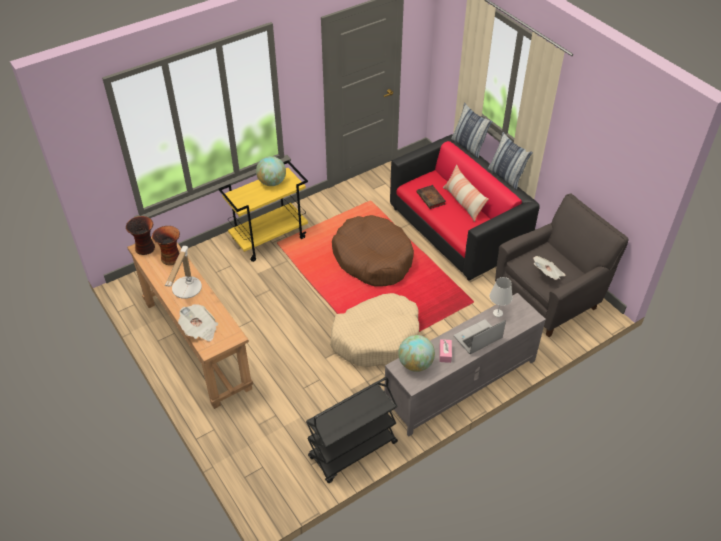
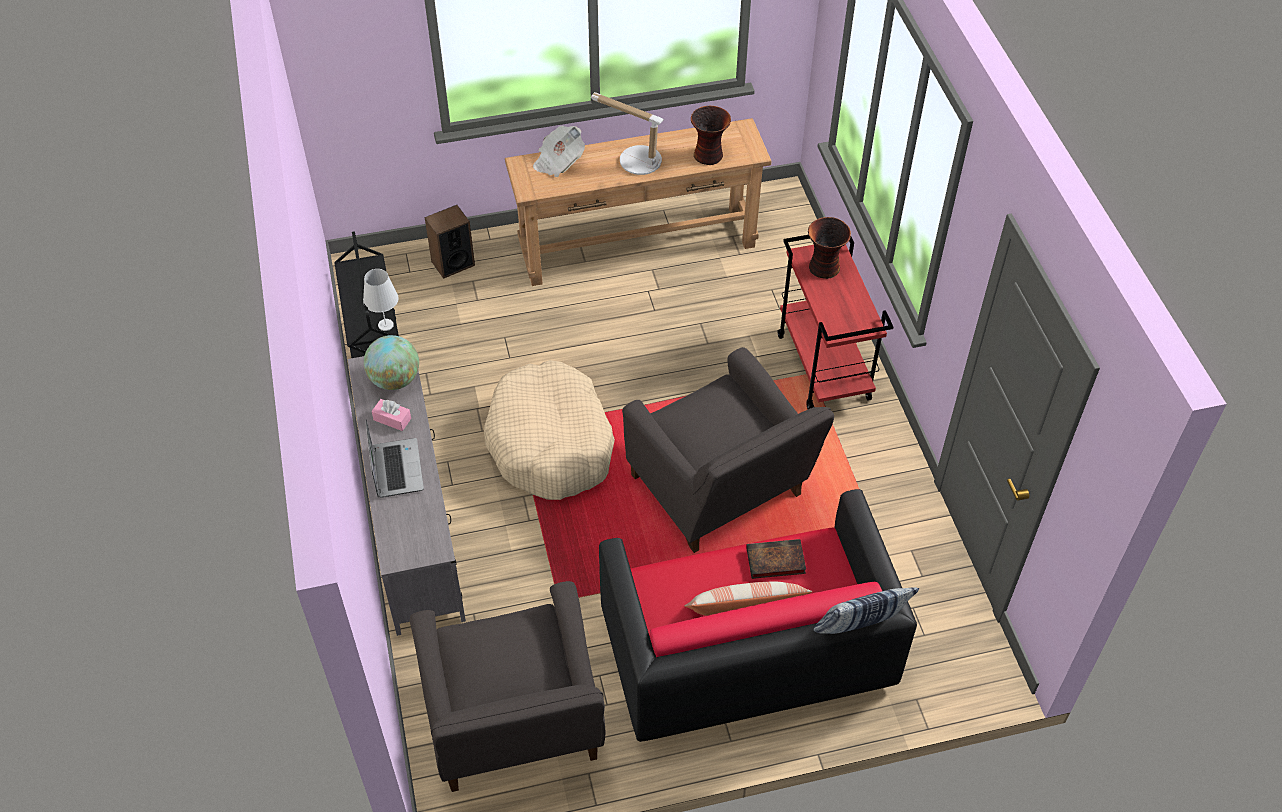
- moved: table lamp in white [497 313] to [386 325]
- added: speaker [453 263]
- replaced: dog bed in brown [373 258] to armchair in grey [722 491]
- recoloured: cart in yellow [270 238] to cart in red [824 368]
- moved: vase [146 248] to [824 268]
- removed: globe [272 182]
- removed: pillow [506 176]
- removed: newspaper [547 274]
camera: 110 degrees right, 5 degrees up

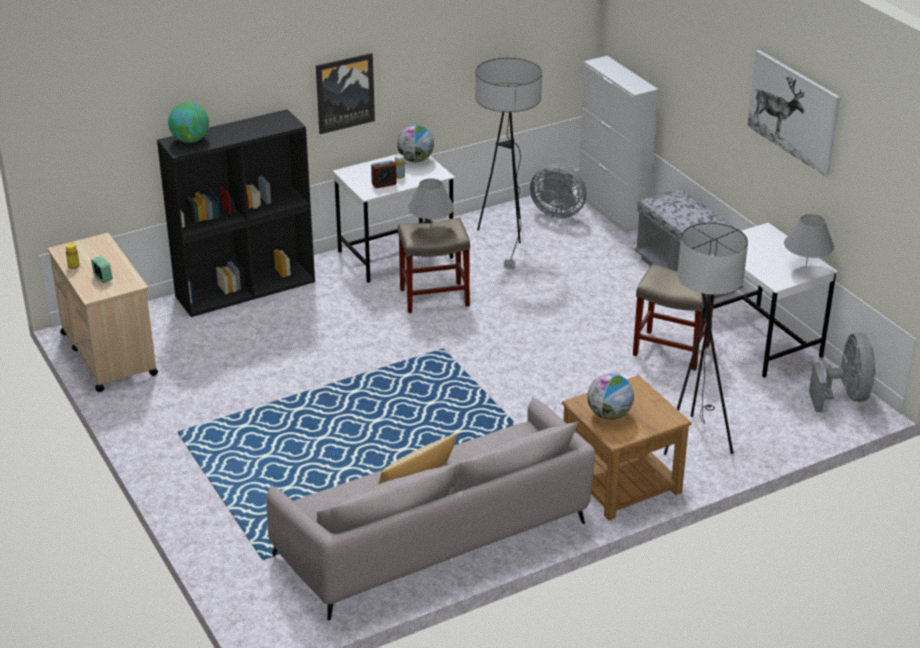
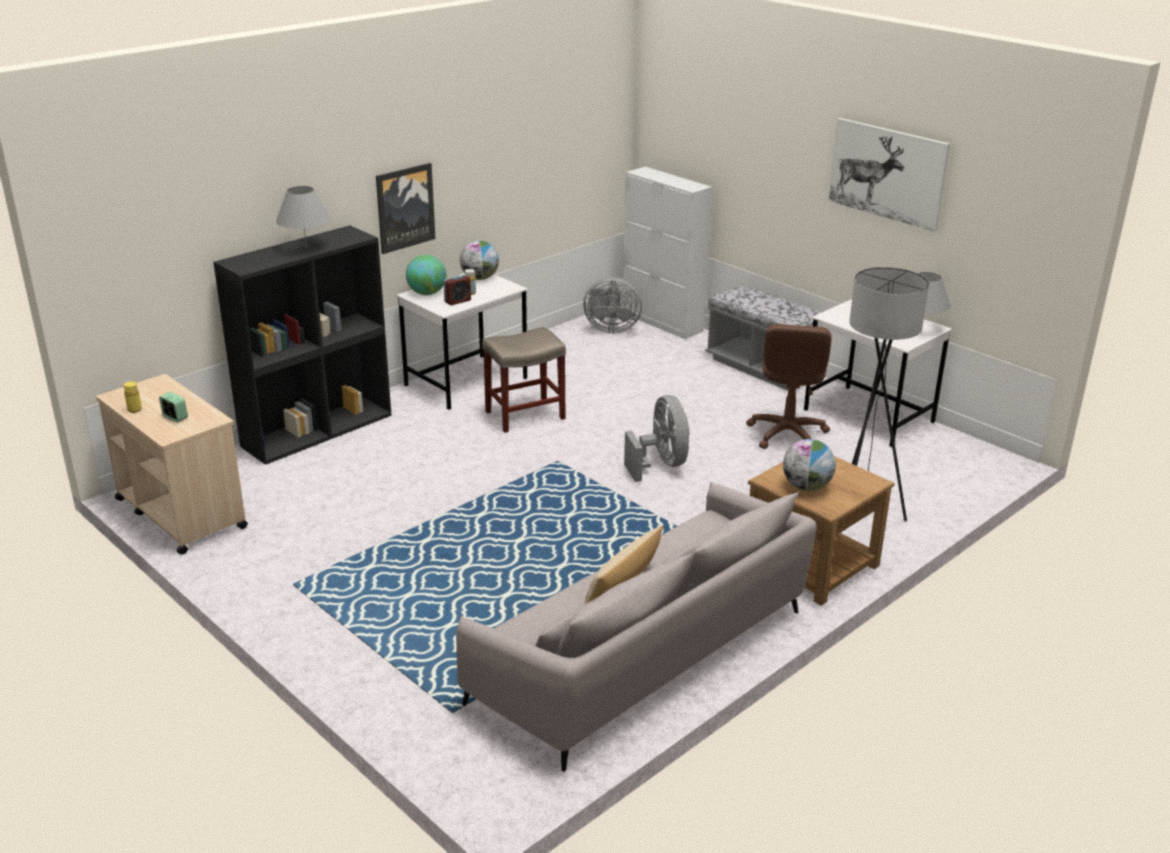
- moved: table lamp in grey [431 229] to [306 247]
- moved: globe [190 140] to [427 293]
- moved: fan in grey [845 396] to [661 464]
- replaced: stool in beige [670 350] to office chair in brown [787 434]
- removed: floor lamp [506 236]
camera: 15 degrees left, 5 degrees down

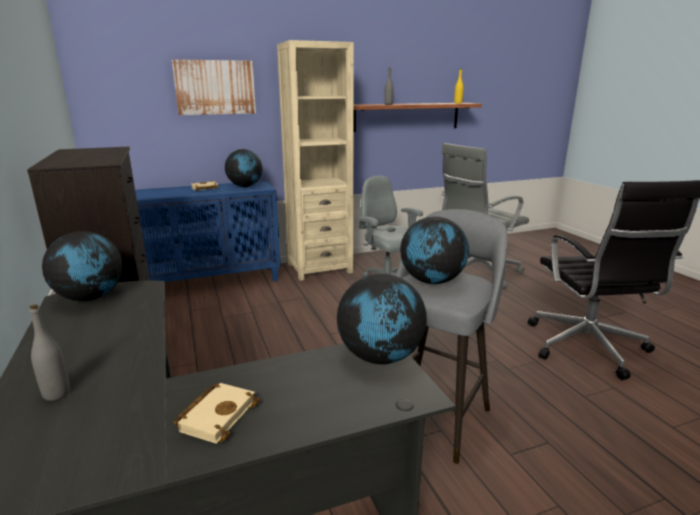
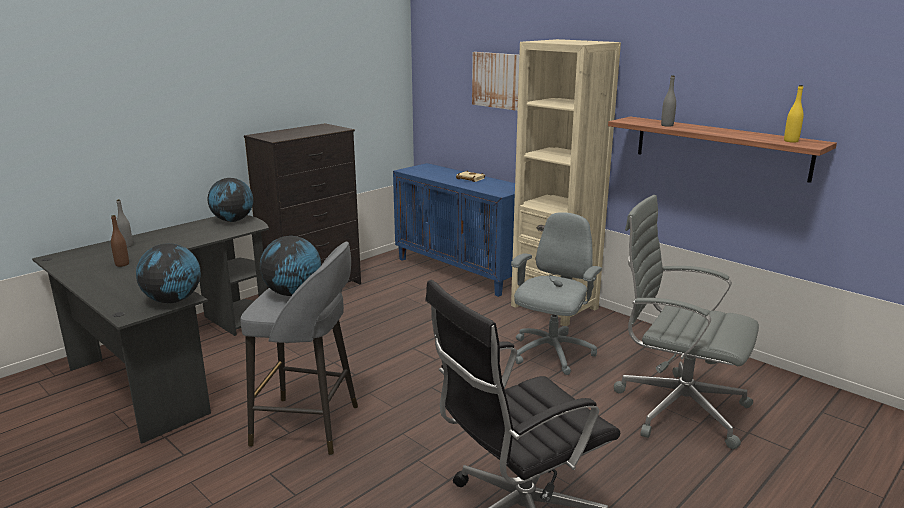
- added: bottle in brown [122 264]
- removed: book in beige [217 415]
- removed: globe [245 186]
camera: 65 degrees right, 0 degrees up

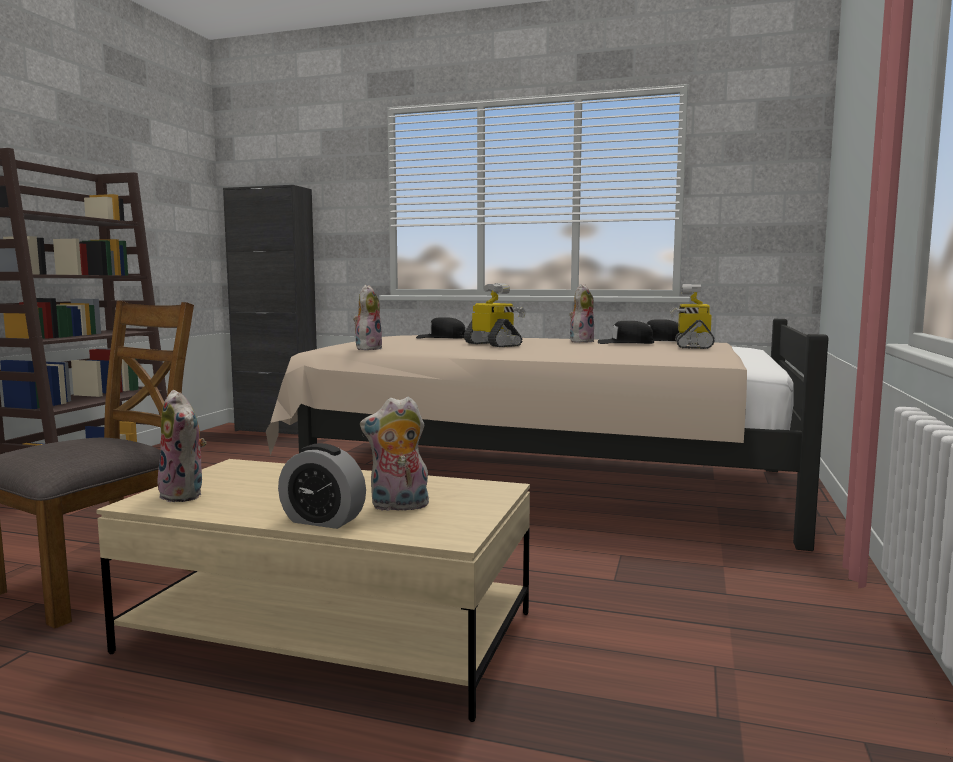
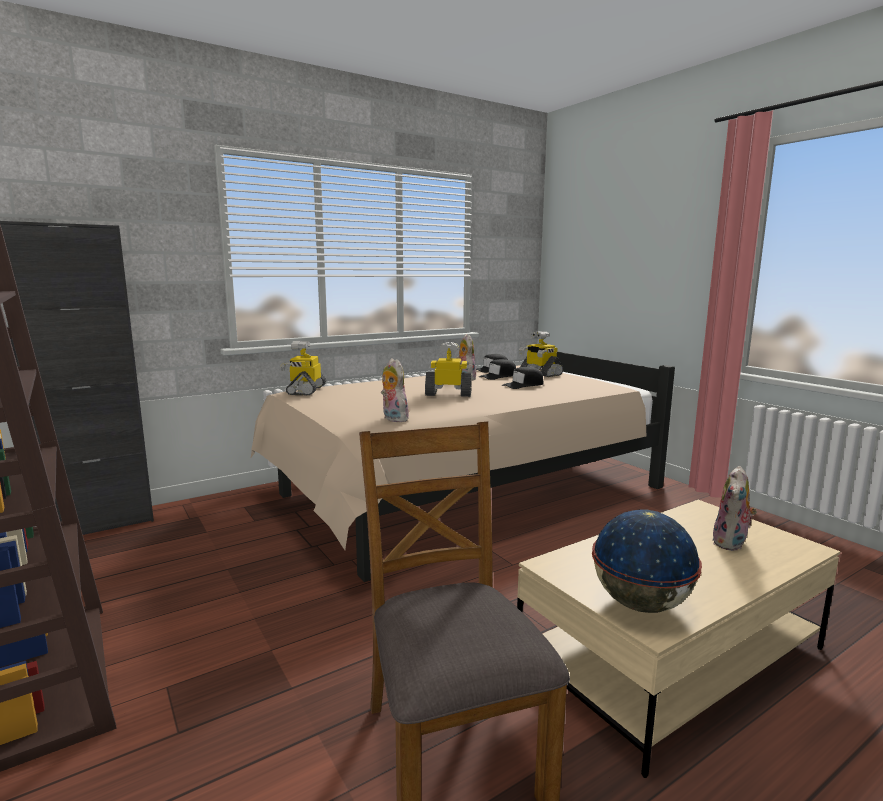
- added: toy robot [305 390]
- moved: cap in black [441 338] to [523 385]
- replaced: plush toy [185 495] to globe [640 604]
- removed: alarm clock [323 520]
camera: 50 degrees left, 5 degrees up

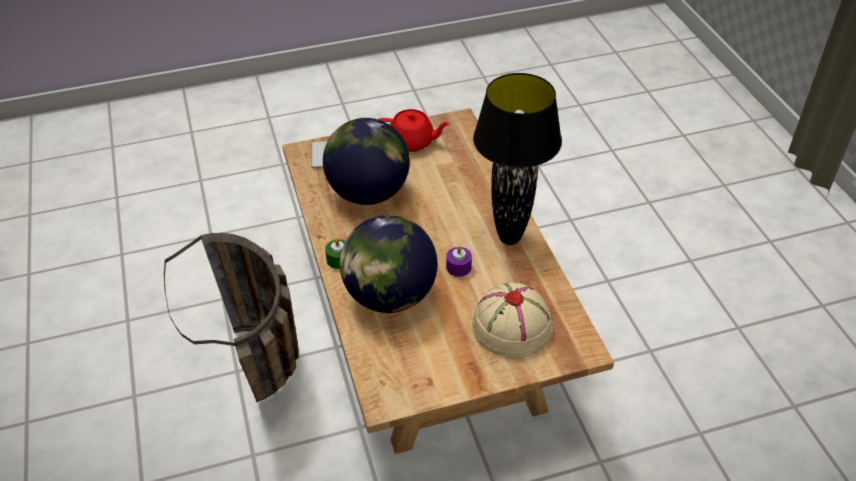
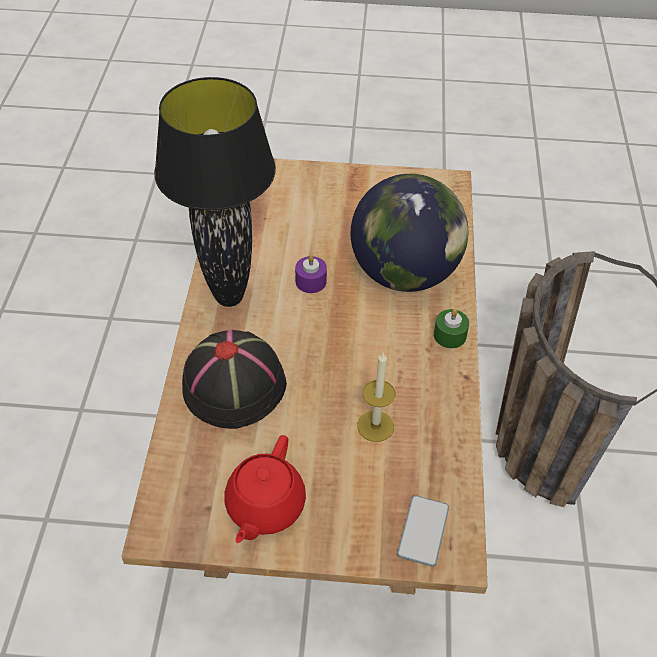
- added: hat in black [234 385]
- turned: teapot in red [412 142] = [264 506] 105 degrees counterclockwise
- replaced: globe [368 193] to candle [375 426]
- removed: hat in beige [511 325]
camera: 160 degrees left, 5 degrees up

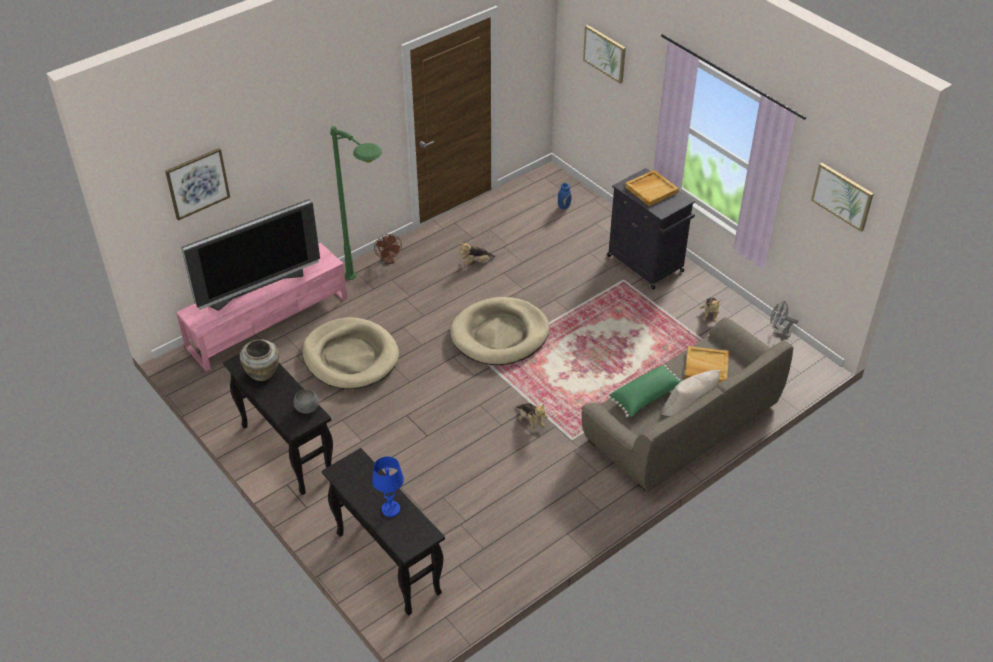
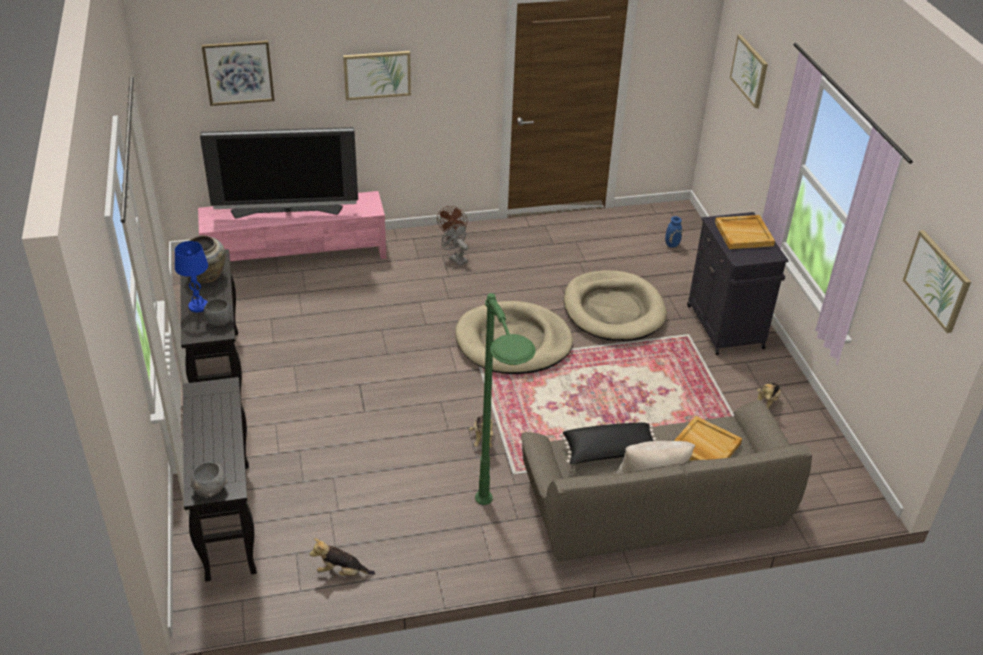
- moved: table lamp in blue [390 509] to [198 306]
- added: bowl in grey [210 489]
- moved: plush toy [476 262] to [341 572]
- added: picture [377 74]
- moved: fan in grey [779 332] to [455 259]
- moved: floor lamp in green [372 296] to [495 541]
- recoloured: pillow in green [646 397] to pillow in black [609 453]
- moved: dog bed in beige [350 357] to [613 310]
camera: 25 degrees right, 5 degrees down

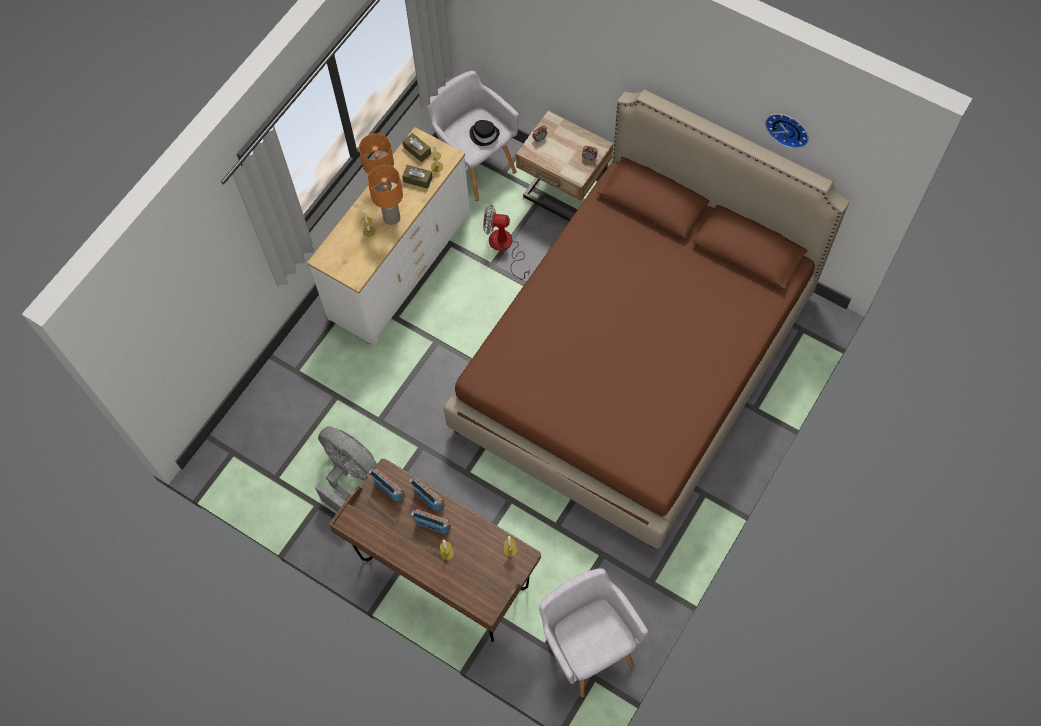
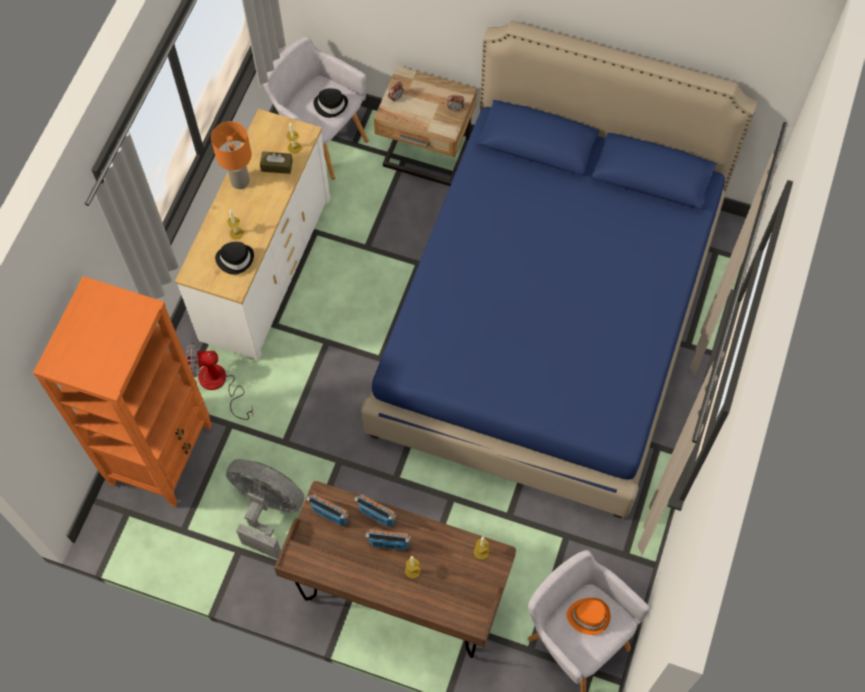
- added: bookcase in orange [162 454]
- moved: fan [505 247] to [219 384]
- added: hat in black [235 259]
- recoloured: bed in brown [634 362] to bed in blue [548 321]
- added: hat in orange [588 616]
- removed: table lamp in orange [391 218]
- removed: tissue box in brown [417 150]
- removed: wall clock [788 128]
camera: 15 degrees left, 0 degrees up

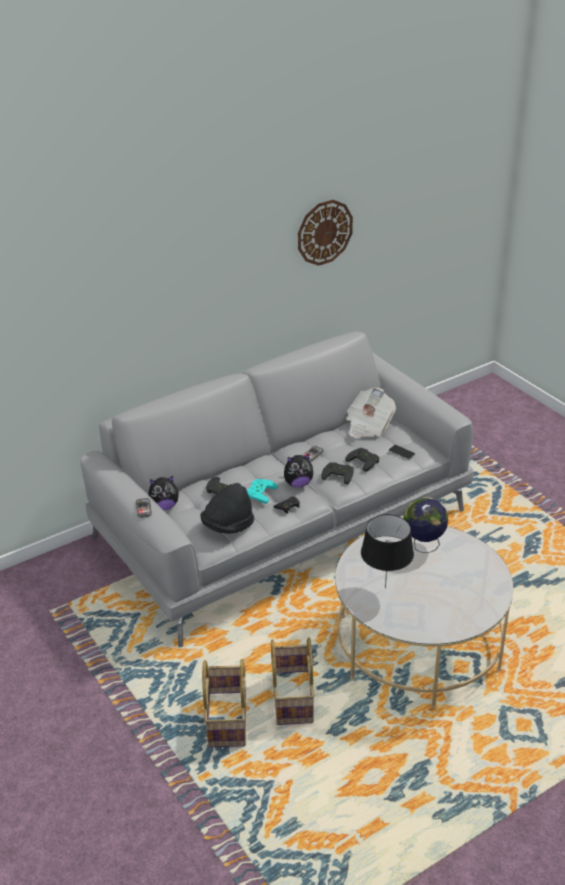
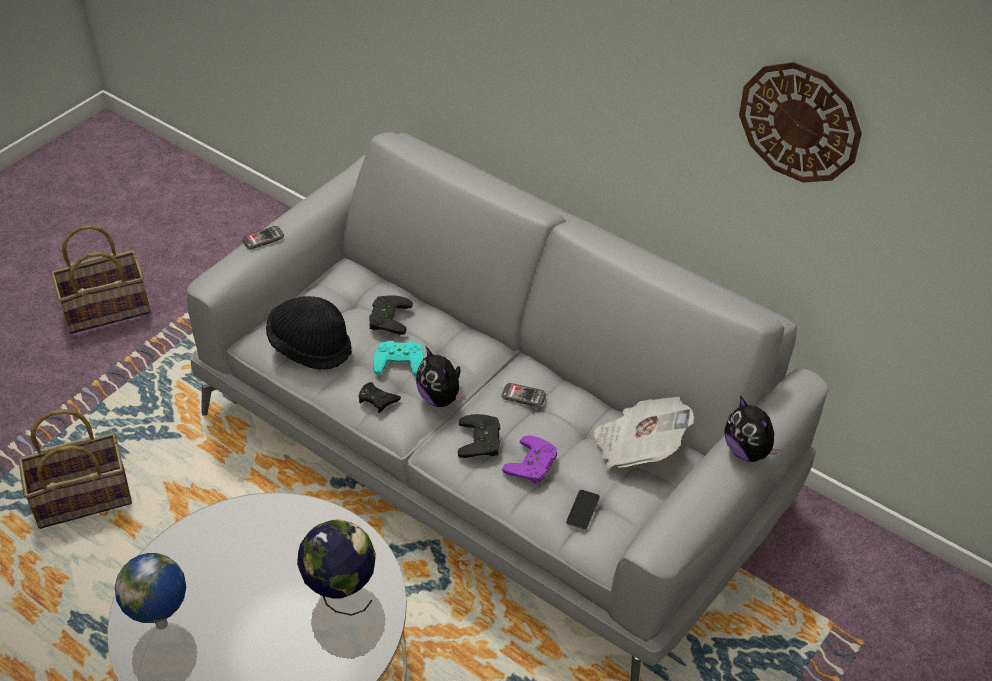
- moved: basket [291 698] to [107 309]
- added: globe [163 625]
- recoloured: game controller in black [364 461] to game controller in purple [534 464]
- moved: plush toy [164 506] to [748 451]
- removed: table lamp in black [386 588]
camera: 70 degrees right, 10 degrees up

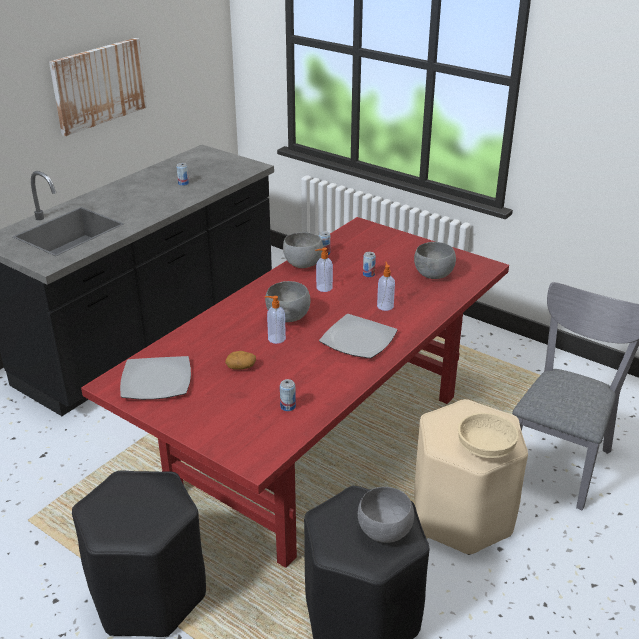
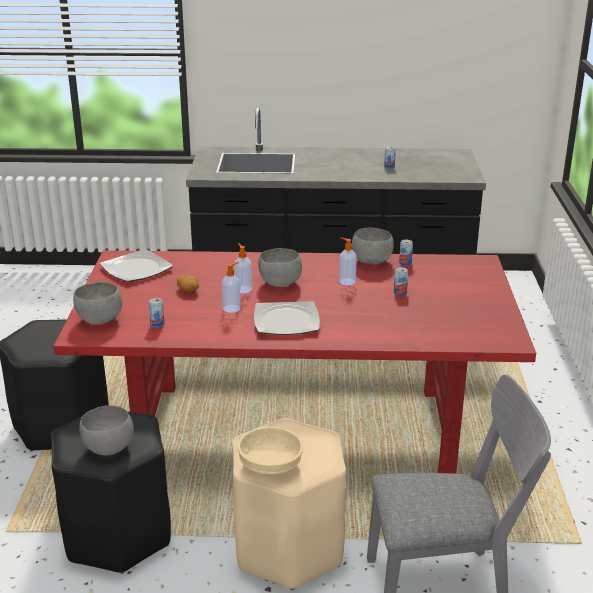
- moved: bowl in grey [433 276] to [99 320]
- moved: soap dispenser [385 306] to [232 308]
- removed: picture [99 85]
camera: 55 degrees right, 5 degrees down

